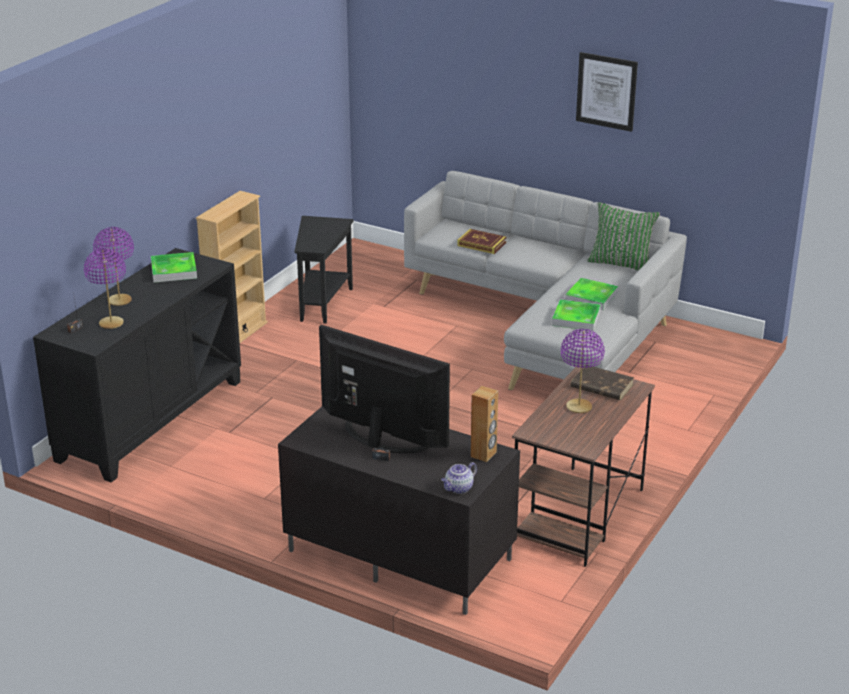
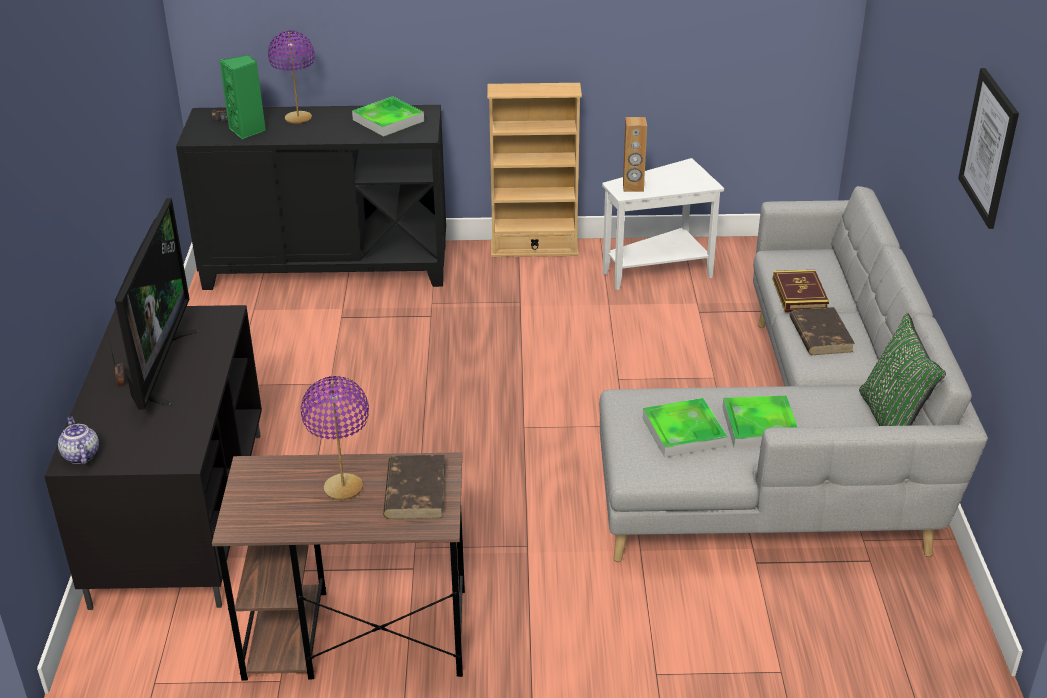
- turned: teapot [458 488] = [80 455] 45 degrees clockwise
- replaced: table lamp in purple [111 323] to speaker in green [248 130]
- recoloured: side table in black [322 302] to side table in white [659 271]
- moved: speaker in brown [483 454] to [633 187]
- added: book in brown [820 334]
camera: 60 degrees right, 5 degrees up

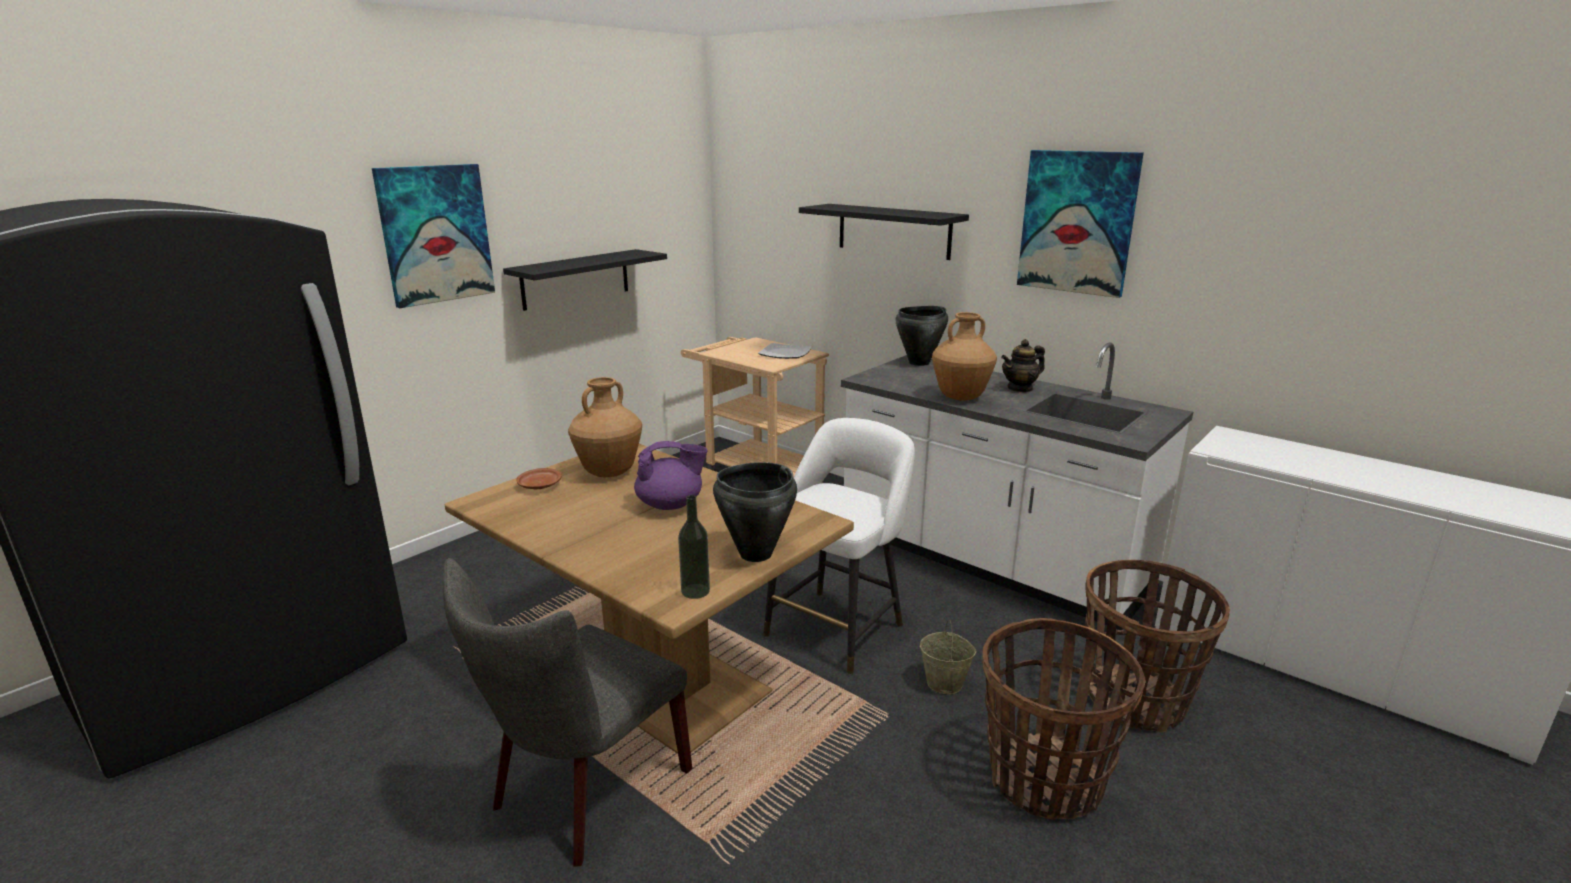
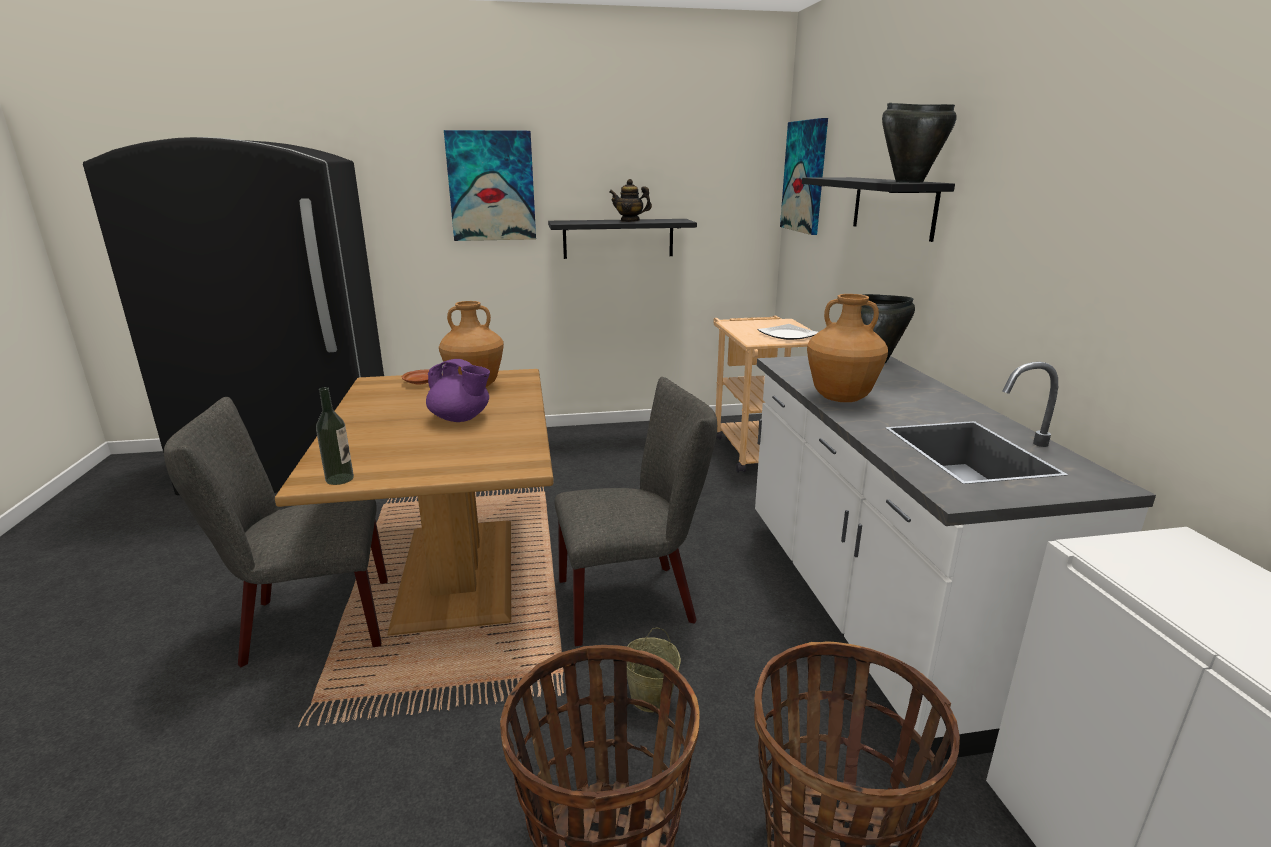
- replaced: stool in white [838 626] to chair in grey [634 600]
- moved: teapot [1020 388] to [630 221]
- moved: picture [1077 222] to [804 177]
- moved: cooking pot in black [755 554] to [908 182]
camera: 40 degrees right, 0 degrees up

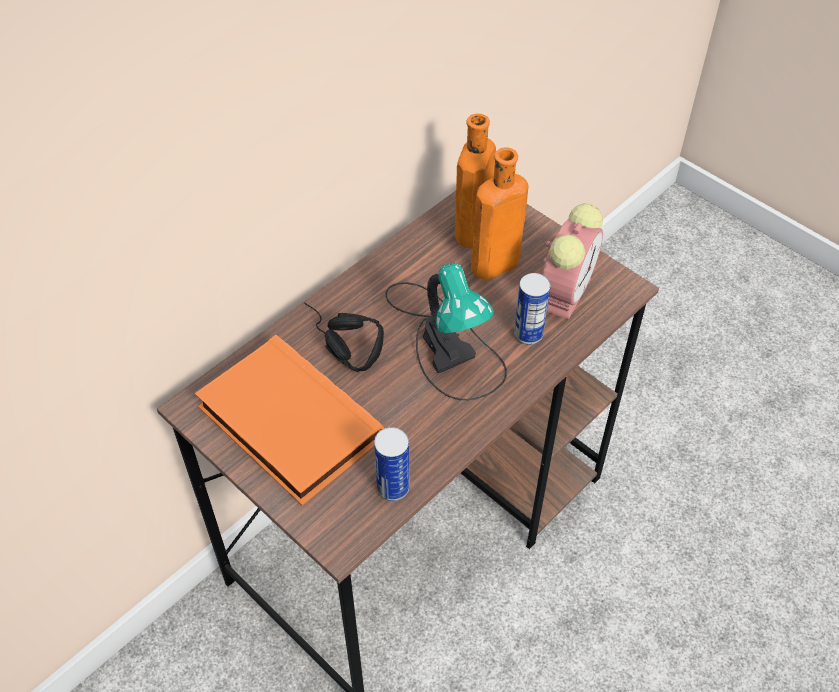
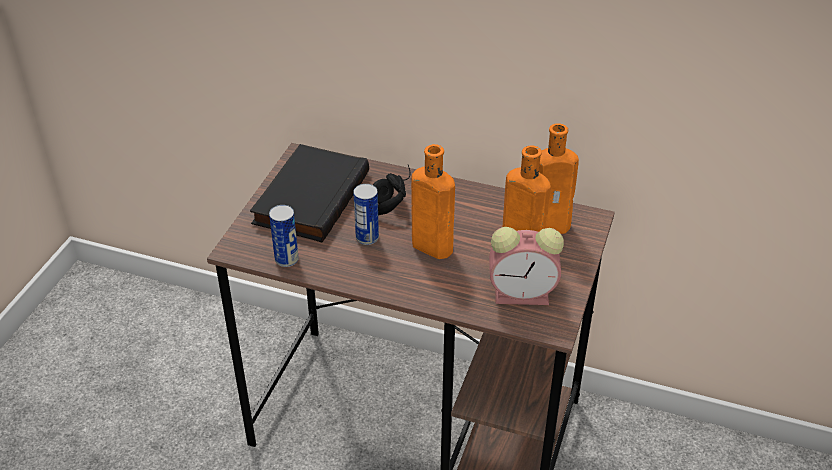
- recoloured: book in orange [286 425] to book in black [309 197]
- moved: can [528 334] to [367 238]
- replaced: table lamp [447 340] to bottle in orange [429 246]
camera: 65 degrees right, 10 degrees down

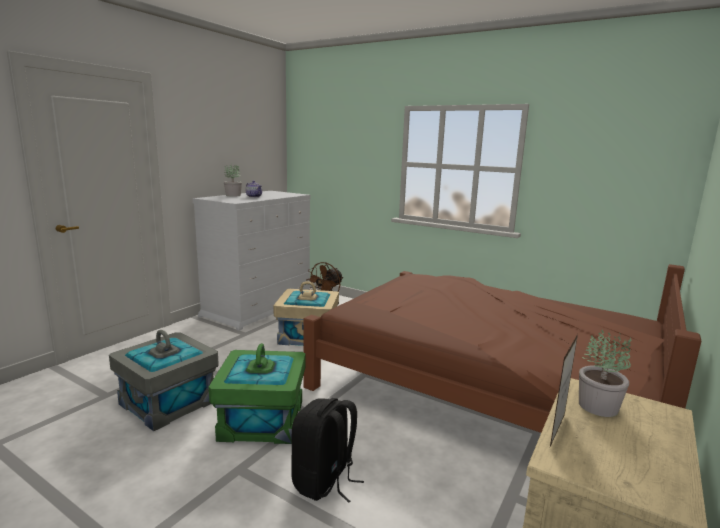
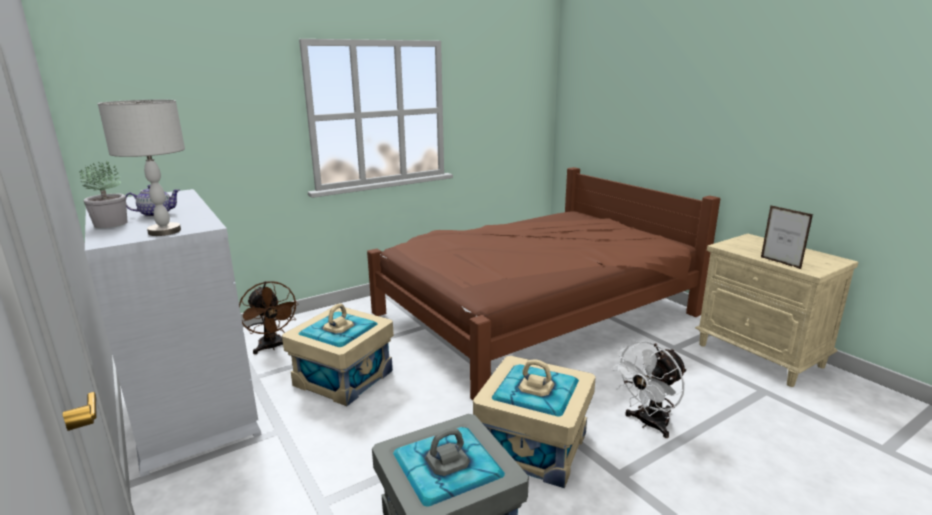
- added: table lamp in grey [164 231]
- recoloured: storage box in green [262 420] to storage box in beige [534 446]
- replaced: backpack in black [324 481] to fan in white [648 424]
- removed: potted plant [599 406]
camera: 65 degrees left, 5 degrees up

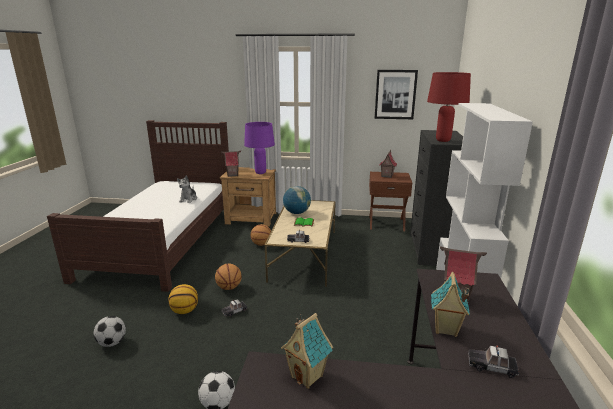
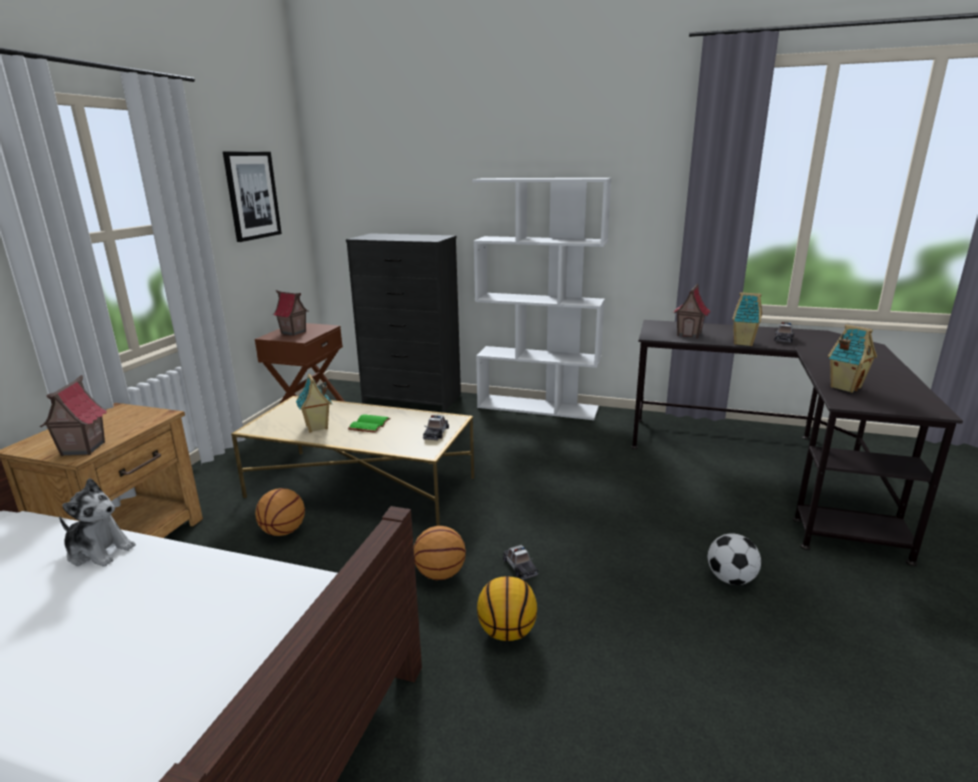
- replaced: globe [297 213] to toy house [317 428]
- removed: football [112 343]
- removed: table lamp in purple [260 173]
- removed: table lamp in red [443 140]
camera: 80 degrees left, 0 degrees up

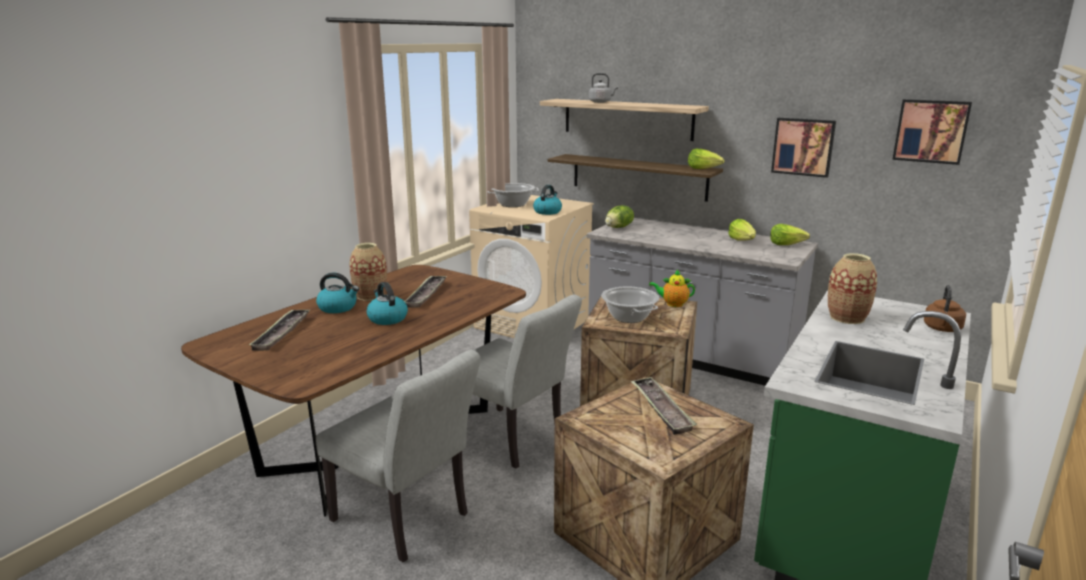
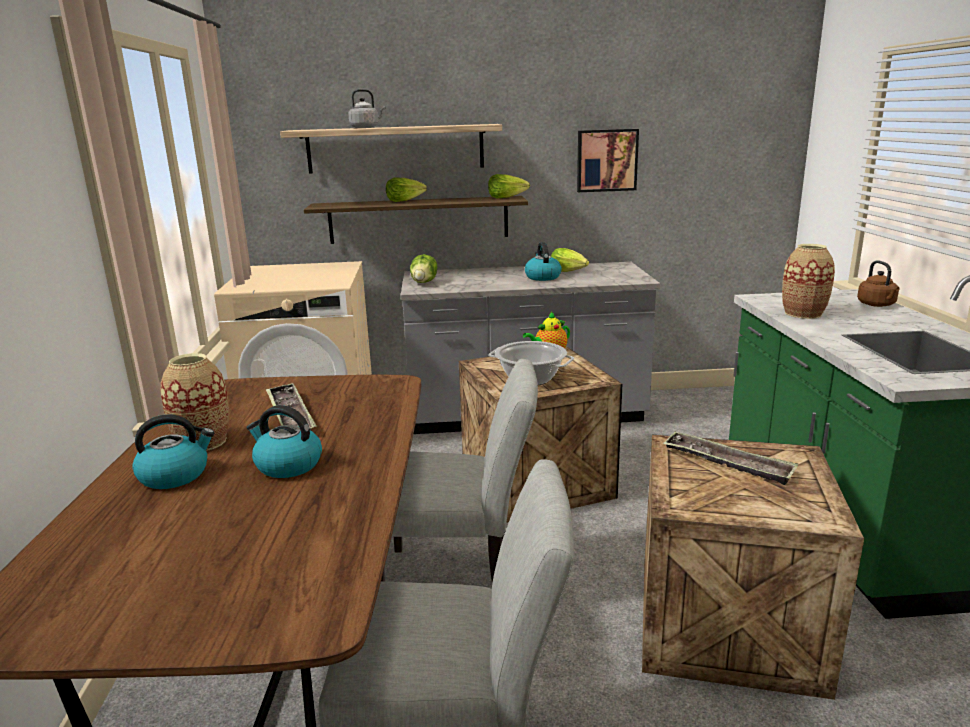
- moved: lettuce [786 244] to [404 201]
- moved: kettle [547 212] to [542 277]
- removed: tray [281 333]
- removed: cooking pot [512 204]
- removed: picture [931 131]
camera: 35 degrees left, 0 degrees up

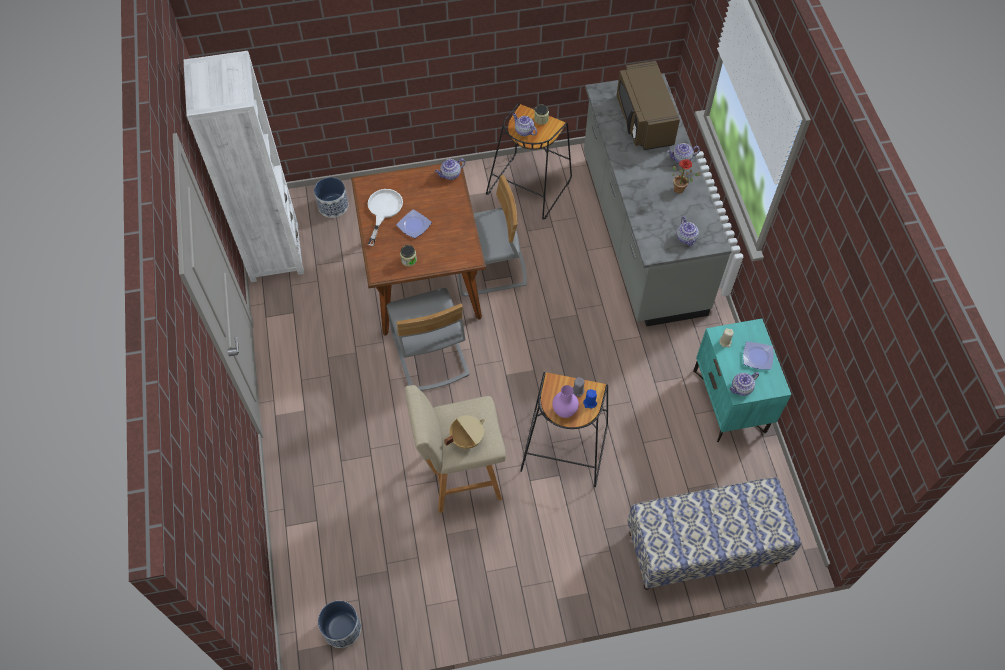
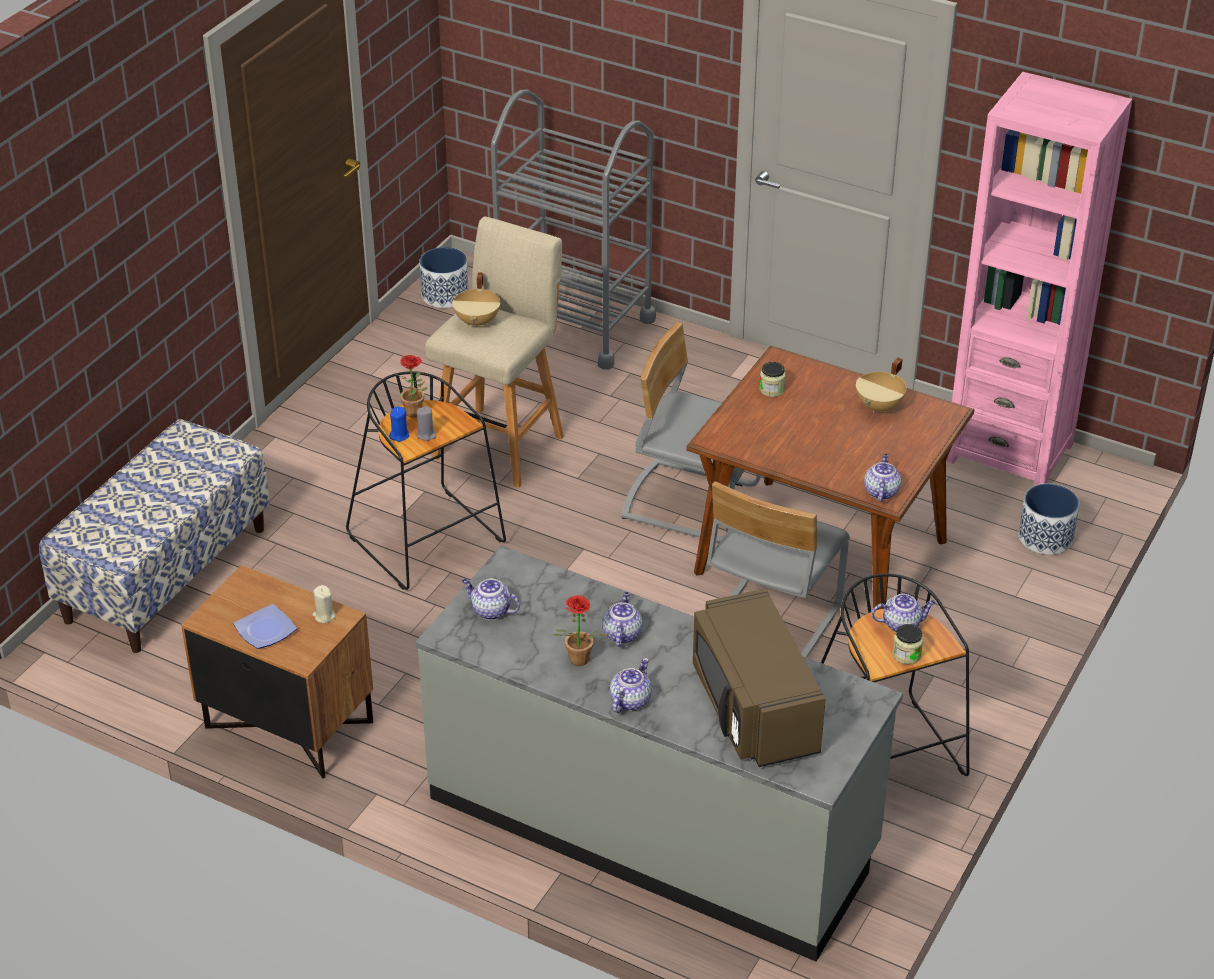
- recoloured: nightstand in turquoise [730 401] to nightstand in brown [287 726]
- replaced: vase in purple [565 411] to potted plant [416 413]
- added: cart in grey [574 325]
- moved: teapot [741 388] to [621 634]
- turned: microwave in brown [643 120] = [753 709] 135 degrees counterclockwise
- replaced: frying pan in white [383 210] to cooking pot in beige [880 406]
- recoloured: bookcase in white [274 252] to bookcase in pink [1009 452]
- removed: plate [414 225]
camera: 130 degrees right, 20 degrees down

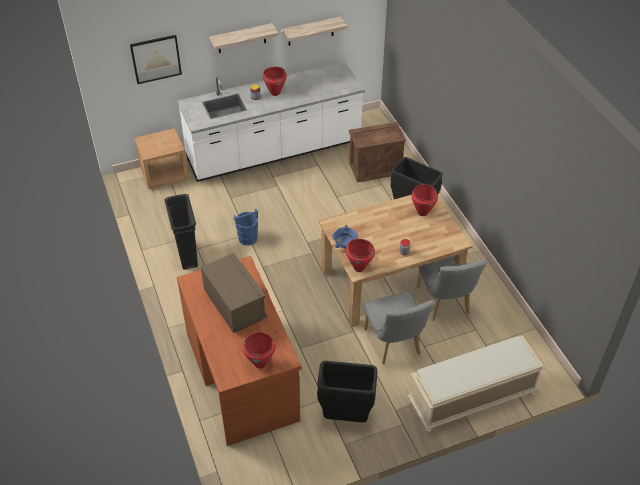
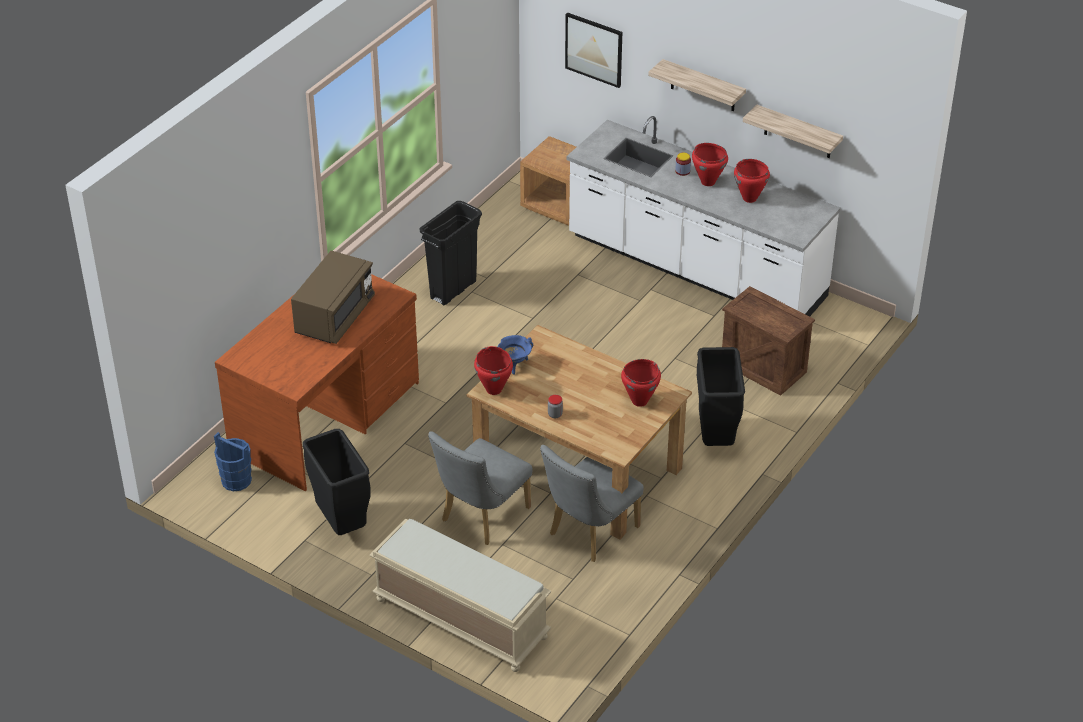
- moved: bucket in blue [247 238] to [236 480]
- moved: cooking pot in red [260 363] to [749 198]
camera: 55 degrees right, 5 degrees down

